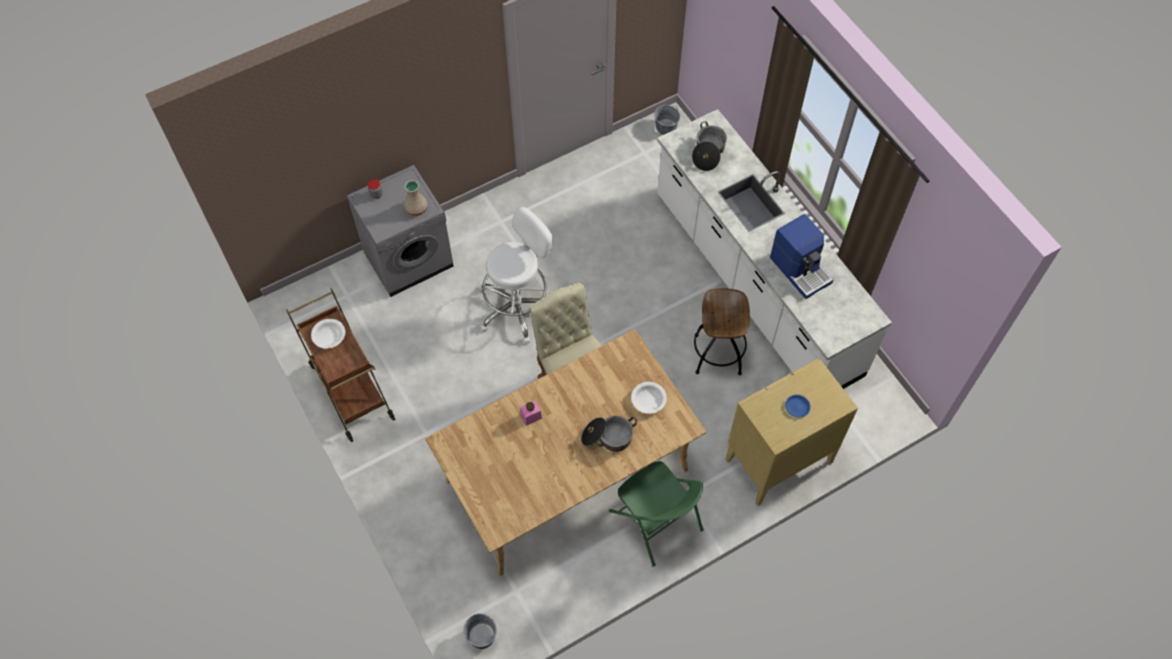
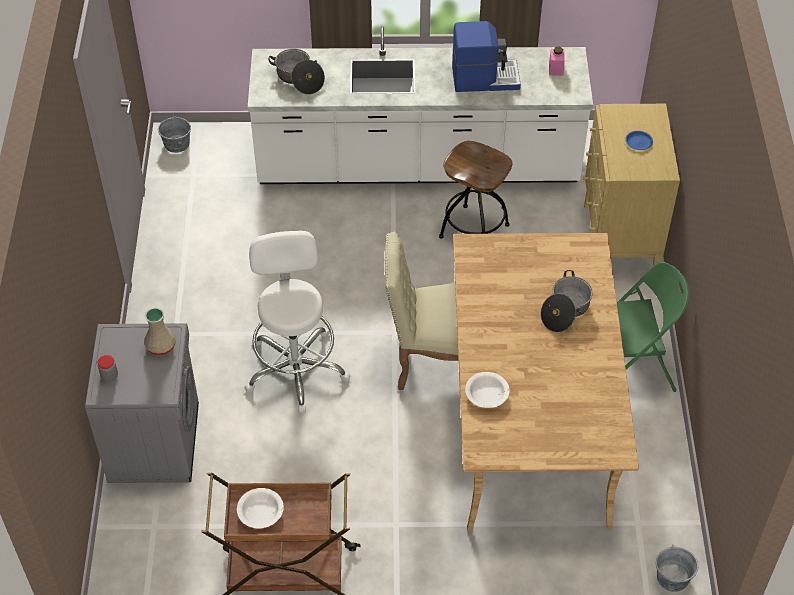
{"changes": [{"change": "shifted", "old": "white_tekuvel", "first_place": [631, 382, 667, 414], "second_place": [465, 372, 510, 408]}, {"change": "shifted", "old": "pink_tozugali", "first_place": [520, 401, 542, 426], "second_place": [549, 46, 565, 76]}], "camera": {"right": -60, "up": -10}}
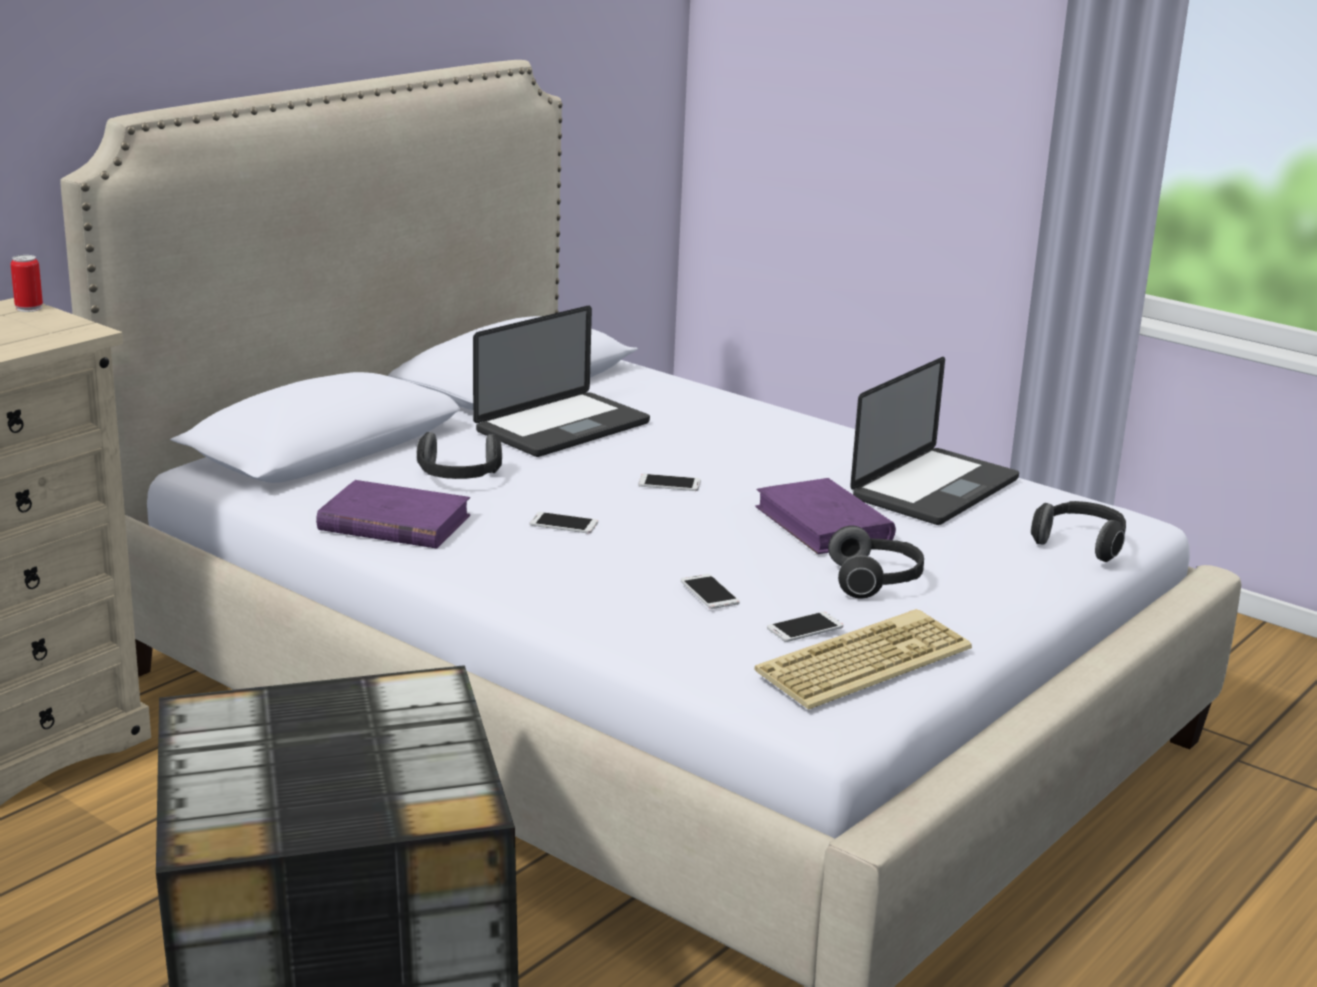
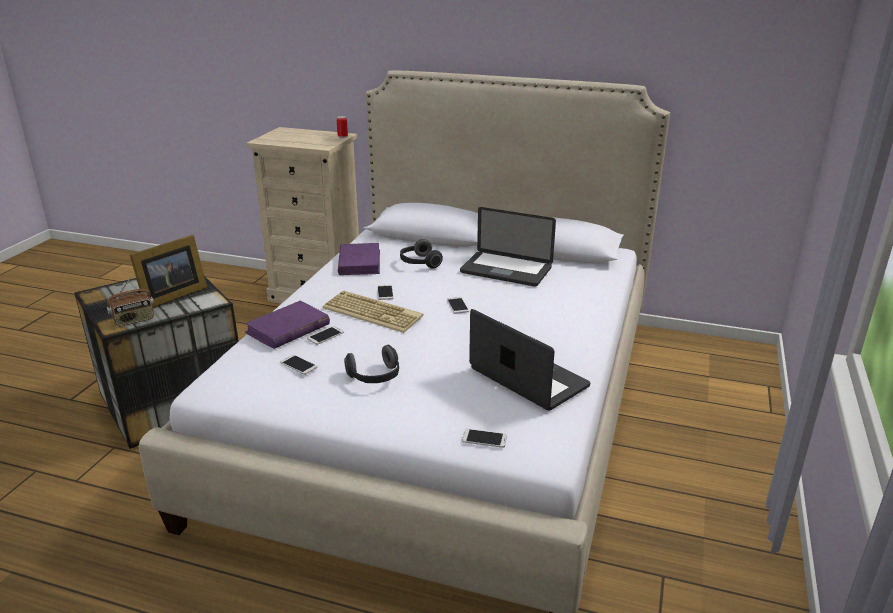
{"changes": [{"change": "new", "new": "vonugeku", "second_place": [107, 277, 154, 327]}, {"change": "new", "new": "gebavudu", "second_place": [129, 235, 207, 307]}, {"change": "shifted", "old": "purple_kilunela", "first_place": [755, 478, 896, 554], "second_place": [245, 301, 330, 349]}, {"change": "shifted", "old": "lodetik", "first_place": [754, 609, 972, 710], "second_place": [323, 291, 423, 333]}, {"change": "swapped", "old": "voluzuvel", "new": "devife", "first_place": [1031, 501, 1126, 562], "second_place": [462, 429, 507, 448]}, {"change": "rotated", "old": "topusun", "first_place": [850, 357, 1019, 525], "second_place": [469, 309, 590, 411], "degrees": -150}], "camera": {"right": 70, "up": 5}}
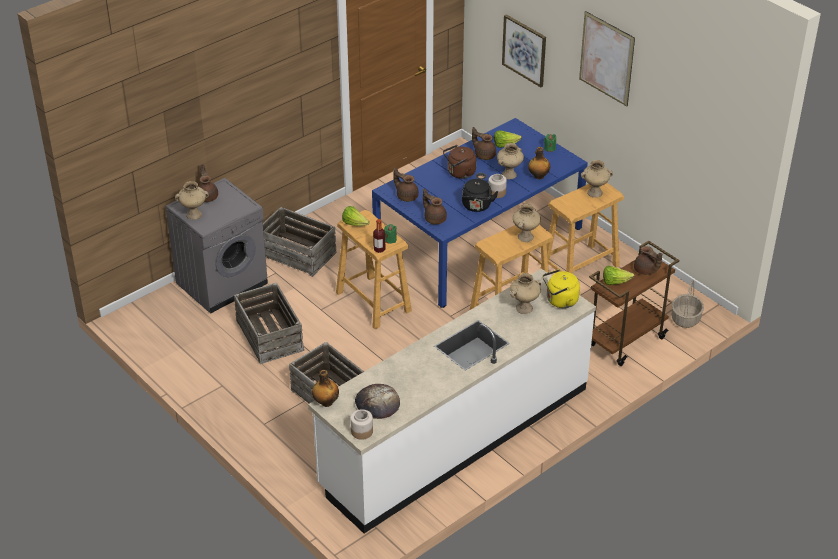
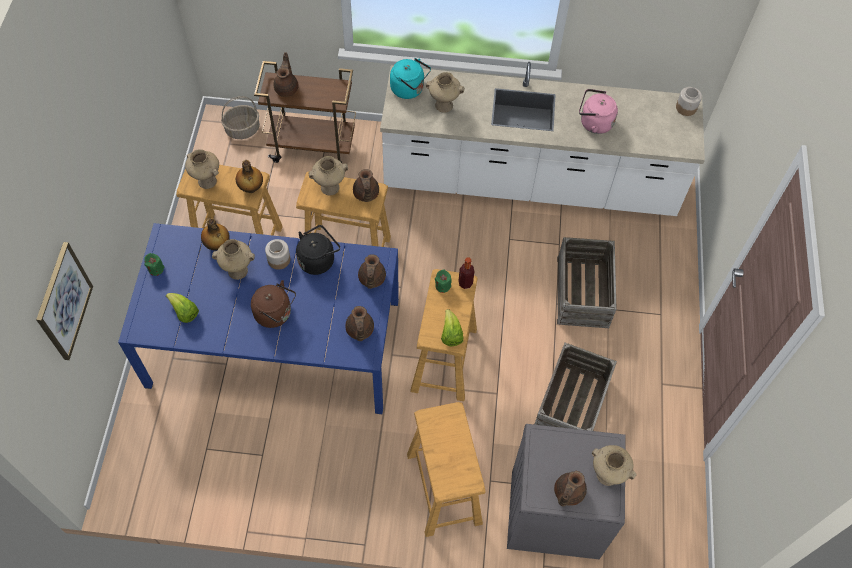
{"changes": [{"change": "shifted", "old": "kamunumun", "first_place": [312, 370, 339, 407], "second_place": [236, 160, 263, 193]}, {"change": "shifted", "old": "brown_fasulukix", "first_place": [472, 127, 496, 160], "second_place": [353, 169, 379, 202]}, {"change": "repainted", "old": "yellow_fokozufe", "new": "turquoise_fokozufe", "first_place": [543, 269, 580, 308], "second_place": [390, 58, 431, 99]}, {"change": "swapped", "old": "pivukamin", "new": "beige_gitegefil", "first_place": [263, 207, 337, 277], "second_place": [407, 402, 486, 537]}, {"change": "new", "new": "pink_fokozufe", "second_place": [579, 89, 618, 134]}, {"change": "gone", "old": "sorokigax", "first_place": [355, 384, 400, 419]}, {"change": "gone", "old": "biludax", "first_place": [579, 11, 635, 106]}, {"change": "gone", "old": "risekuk", "first_place": [603, 266, 634, 285]}], "camera": {"right": -135, "up": 20}}
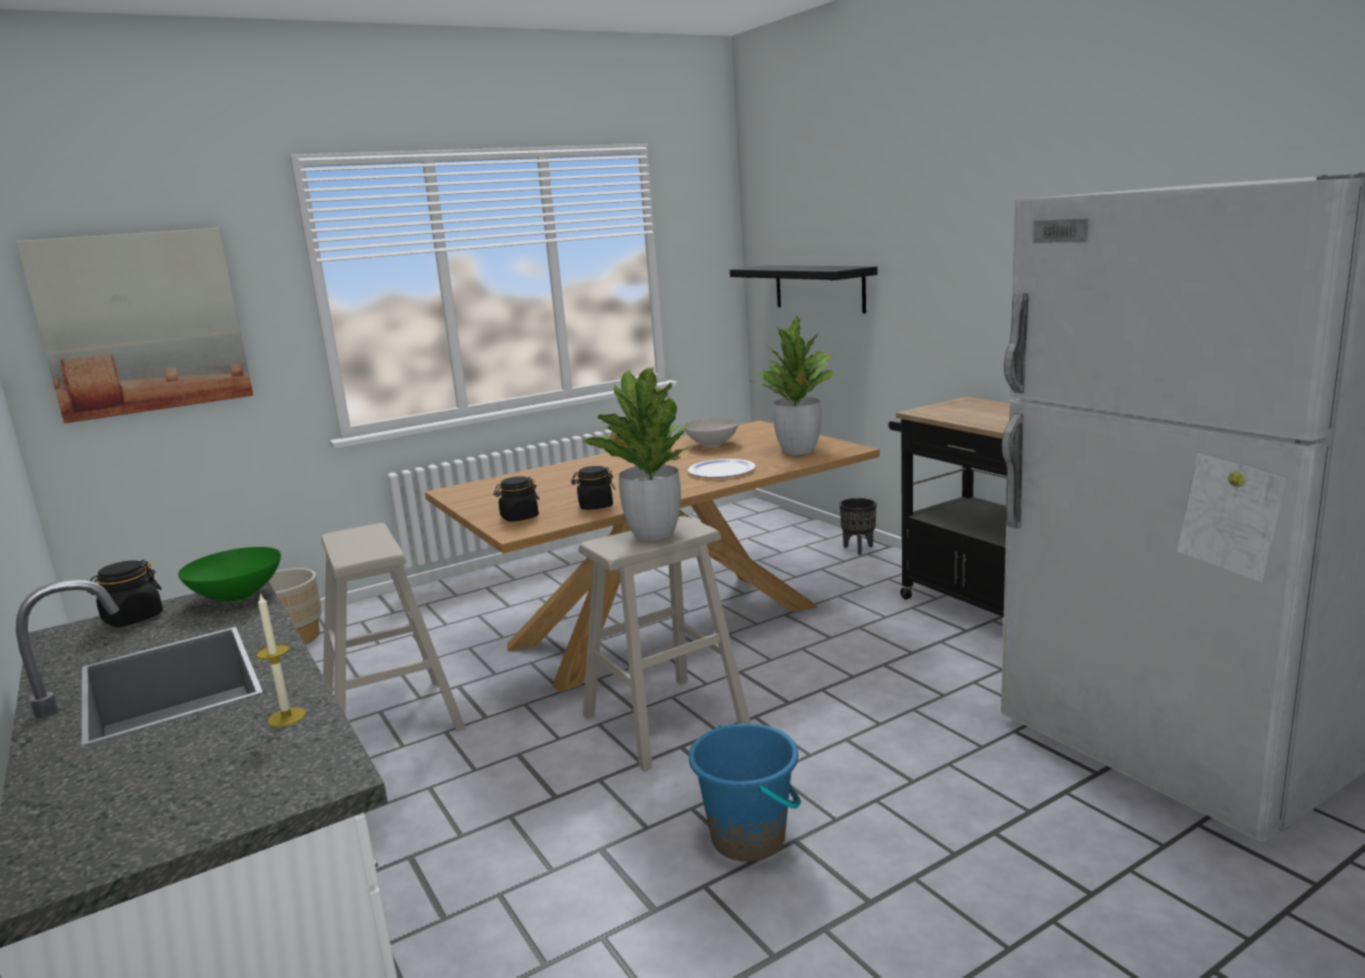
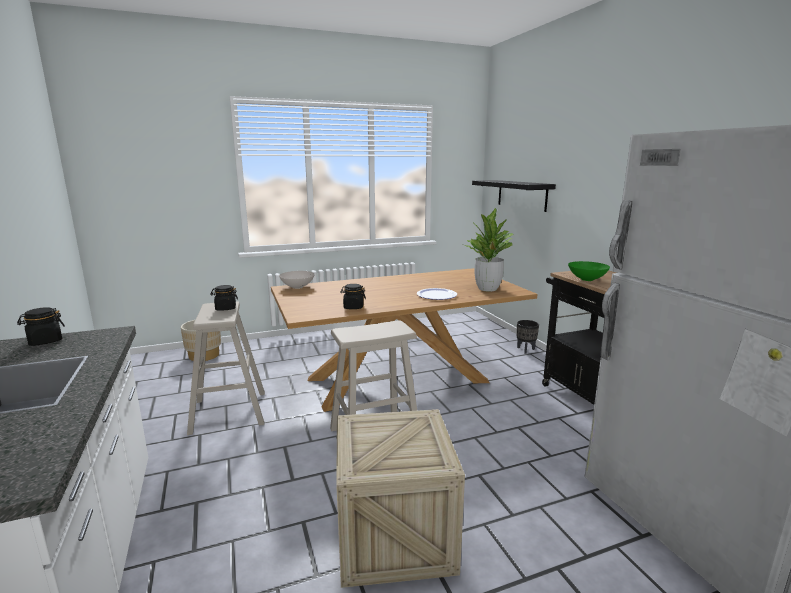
{"changes": [{"change": "shifted", "old": "black_tozugali", "first_place": [494, 476, 539, 522], "second_place": [210, 285, 238, 310]}, {"change": "shifted", "old": "white_tekuvel", "first_place": [684, 418, 739, 447], "second_place": [279, 271, 315, 289]}, {"change": "swapped", "old": "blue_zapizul", "new": "pivukamin", "first_place": [689, 723, 801, 862], "second_place": [336, 409, 465, 588]}, {"change": "shifted", "old": "green_tekuvel", "first_place": [178, 547, 281, 602], "second_place": [568, 261, 610, 281]}, {"change": "gone", "old": "biludax", "first_place": [16, 228, 253, 424]}, {"change": "gone", "old": "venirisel", "first_place": [256, 593, 306, 727]}, {"change": "gone", "old": "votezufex", "first_place": [582, 368, 695, 540]}], "camera": {"right": 10, "up": 0}}
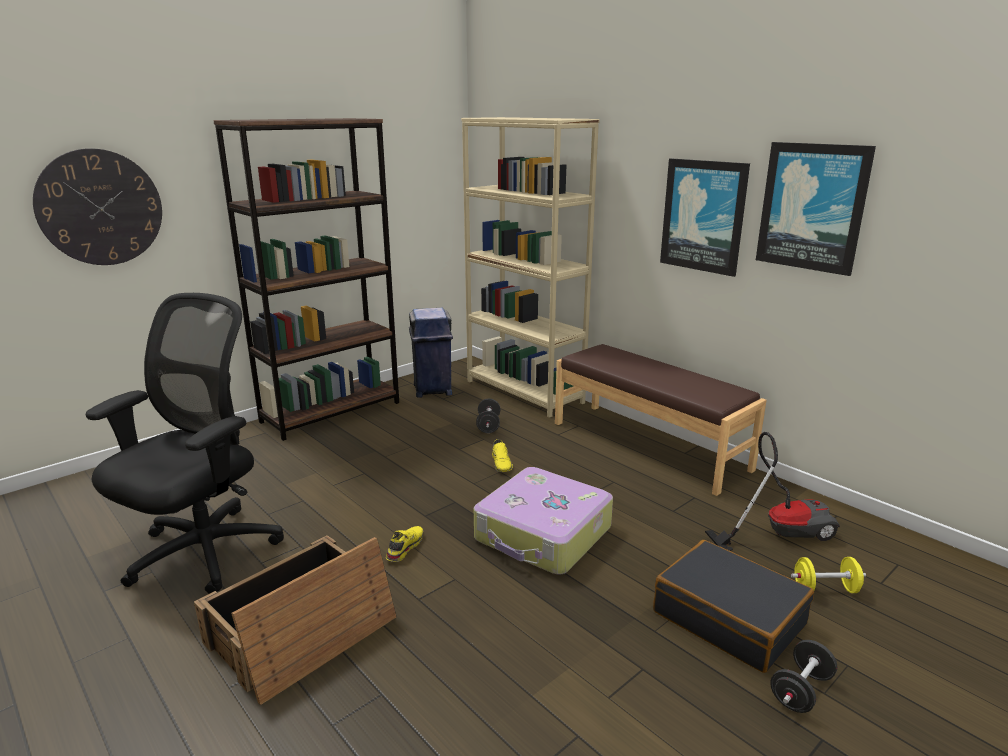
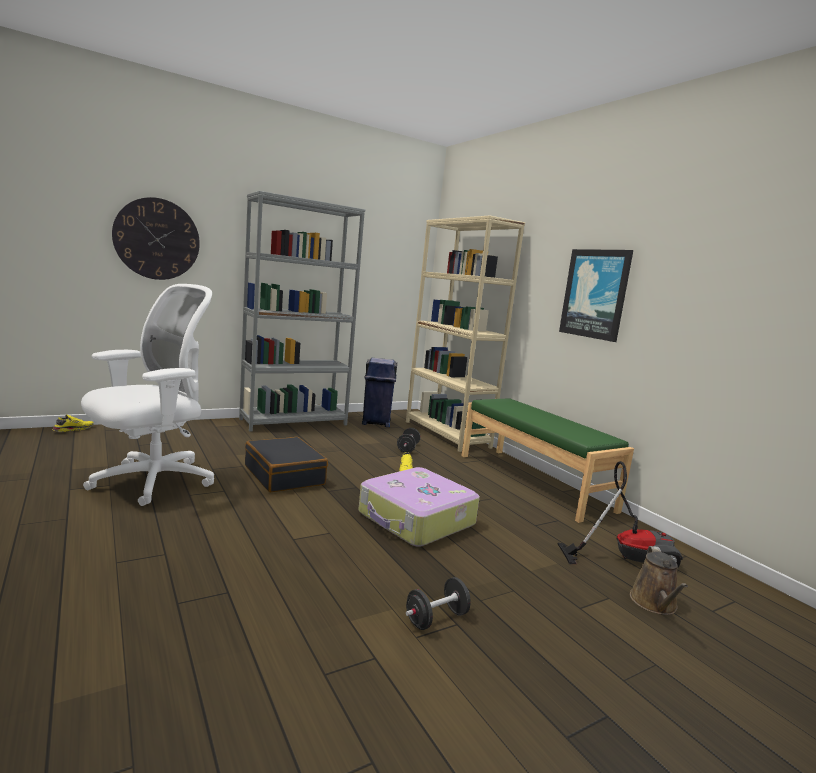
{"changes": [{"change": "shifted", "old": "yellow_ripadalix", "first_place": [386, 526, 423, 562], "second_place": [52, 415, 94, 432]}, {"change": "repainted", "old": "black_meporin", "new": "white_meporin", "first_place": [86, 293, 284, 594], "second_place": [81, 284, 214, 506]}, {"change": "repainted", "old": "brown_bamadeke", "new": "grey_bamadeke", "first_place": [213, 118, 399, 441], "second_place": [239, 191, 365, 432]}, {"change": "shifted", "old": "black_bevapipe", "first_place": [653, 540, 814, 673], "second_place": [245, 437, 328, 492]}, {"change": "shifted", "old": "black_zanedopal", "first_place": [770, 640, 838, 713], "second_place": [406, 577, 471, 630]}, {"change": "repainted", "old": "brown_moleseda", "new": "green_moleseda", "first_place": [555, 344, 767, 496], "second_place": [462, 399, 634, 523]}, {"change": "swapped", "old": "yellow_zanedopal", "new": "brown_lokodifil", "first_place": [791, 557, 866, 593], "second_place": [630, 546, 688, 615]}, {"change": "gone", "old": "pivukamin", "first_place": [194, 535, 397, 705]}, {"change": "gone", "old": "biludax", "first_place": [756, 142, 876, 276]}], "camera": {"right": 10, "up": -10}}
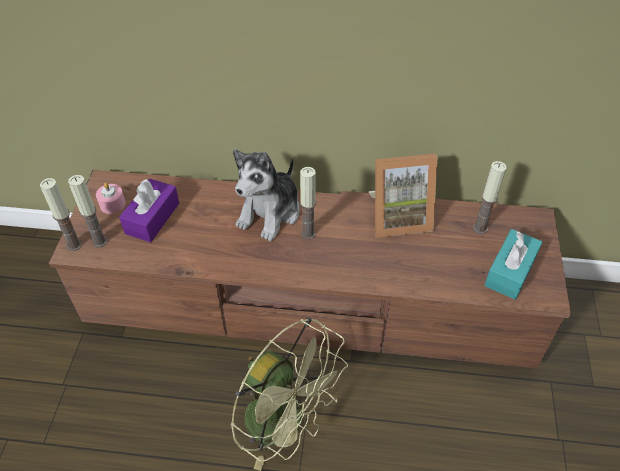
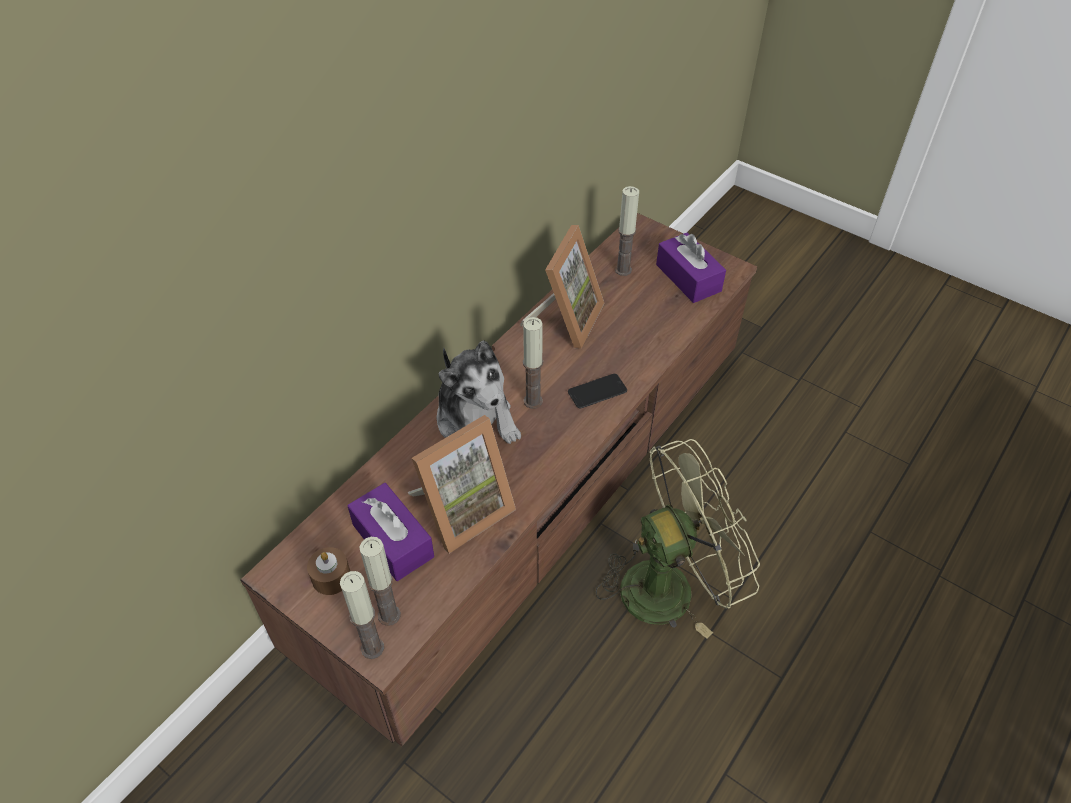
{"changes": [{"change": "repainted", "old": "pink_venirisel", "new": "brown_venirisel", "first_place": [96, 183, 126, 214], "second_place": [307, 547, 350, 595]}, {"change": "new", "new": "gebavudu", "second_place": [408, 415, 516, 553]}, {"change": "new", "new": "devife", "second_place": [568, 374, 627, 409]}, {"change": "repainted", "old": "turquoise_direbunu", "new": "purple_direbunu", "first_place": [484, 229, 542, 300], "second_place": [656, 232, 726, 303]}], "camera": {"right": -60, "up": 0}}
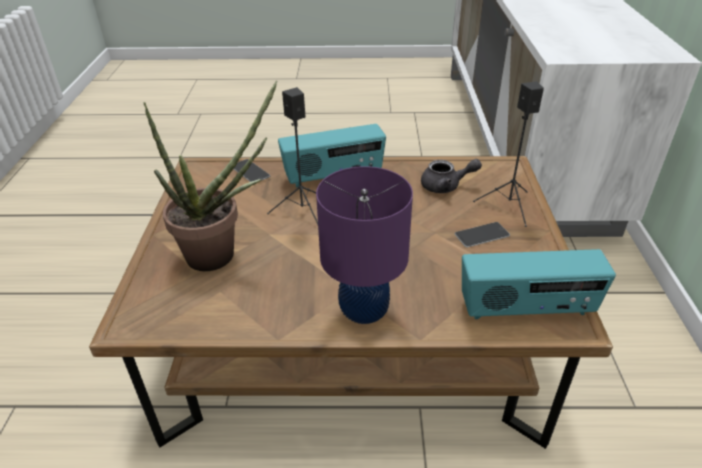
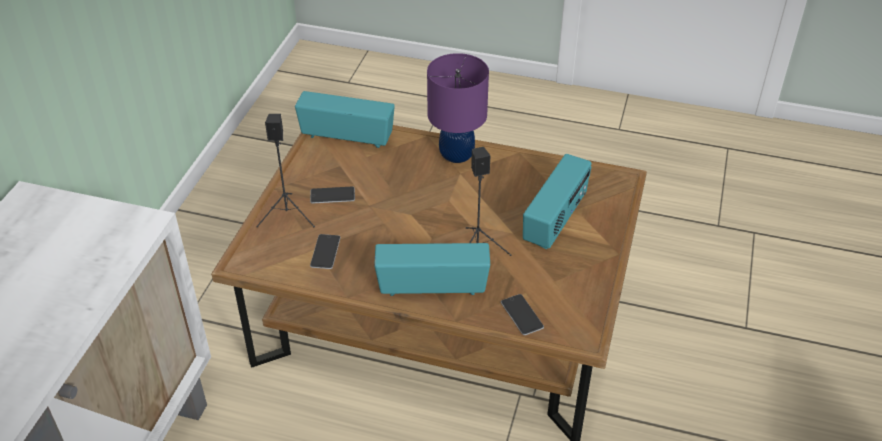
{"changes": [{"change": "swapped", "old": "grey_fasulukix", "new": "devife", "first_place": [421, 159, 482, 193], "second_place": [310, 234, 341, 269]}, {"change": "swapped", "old": "votezufex", "new": "vonugeku", "first_place": [143, 81, 278, 271], "second_place": [523, 154, 591, 249]}], "camera": {"right": -165, "up": 5}}
